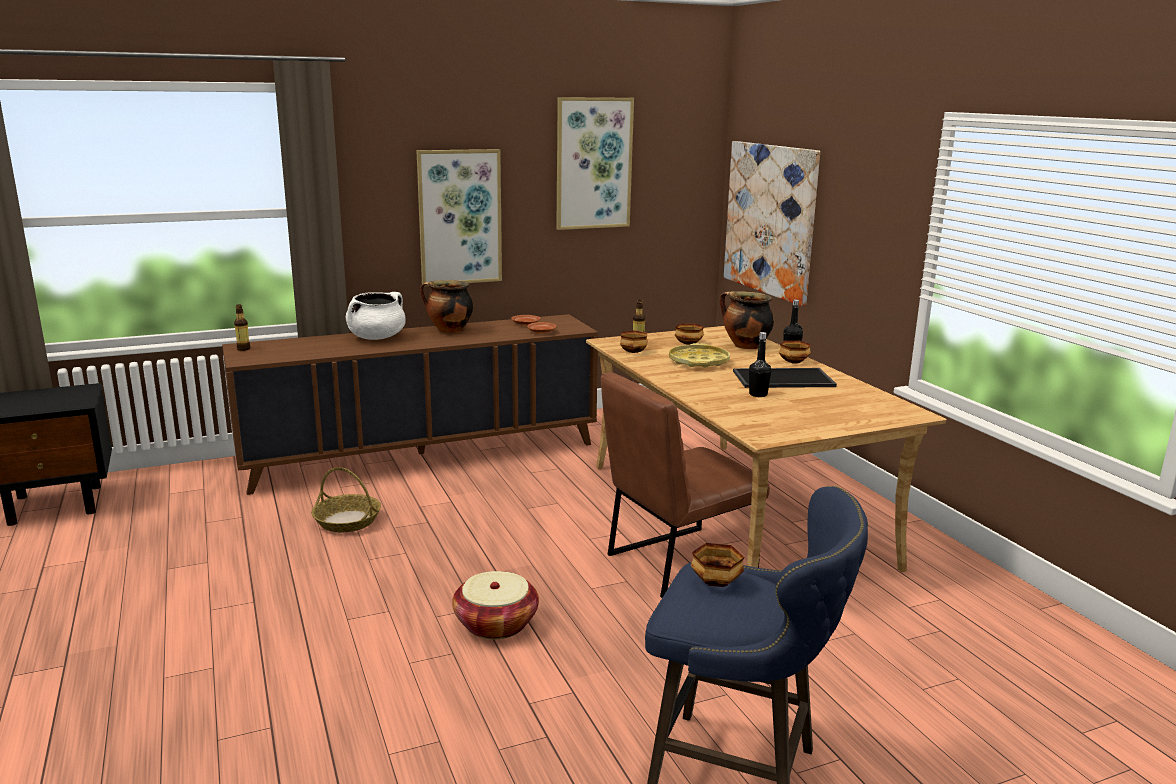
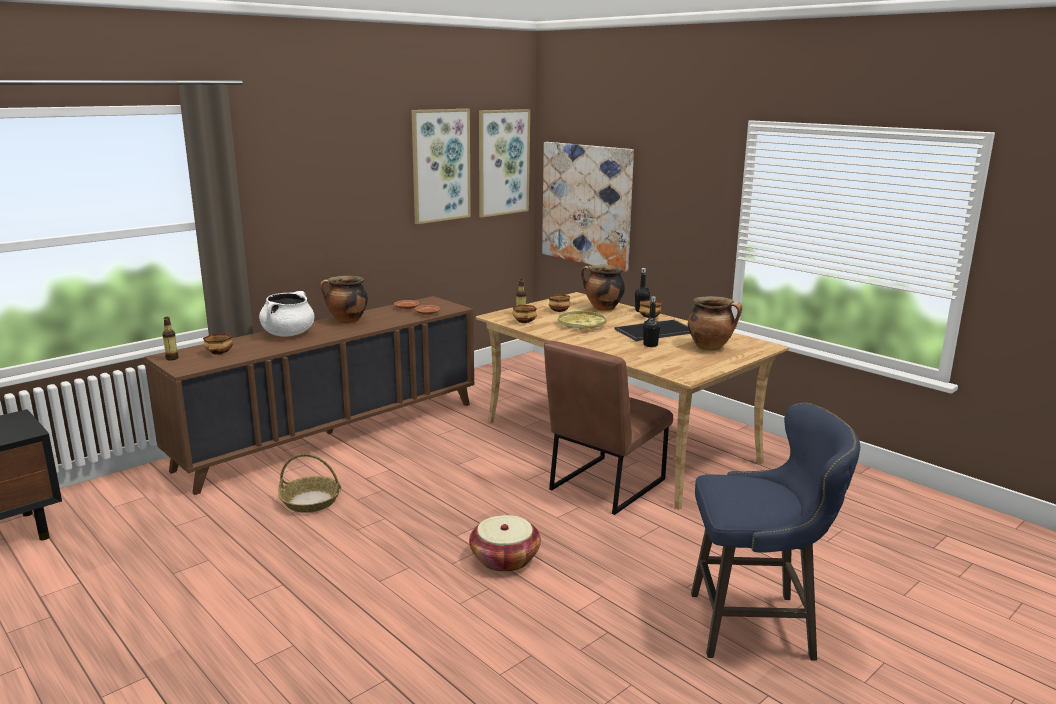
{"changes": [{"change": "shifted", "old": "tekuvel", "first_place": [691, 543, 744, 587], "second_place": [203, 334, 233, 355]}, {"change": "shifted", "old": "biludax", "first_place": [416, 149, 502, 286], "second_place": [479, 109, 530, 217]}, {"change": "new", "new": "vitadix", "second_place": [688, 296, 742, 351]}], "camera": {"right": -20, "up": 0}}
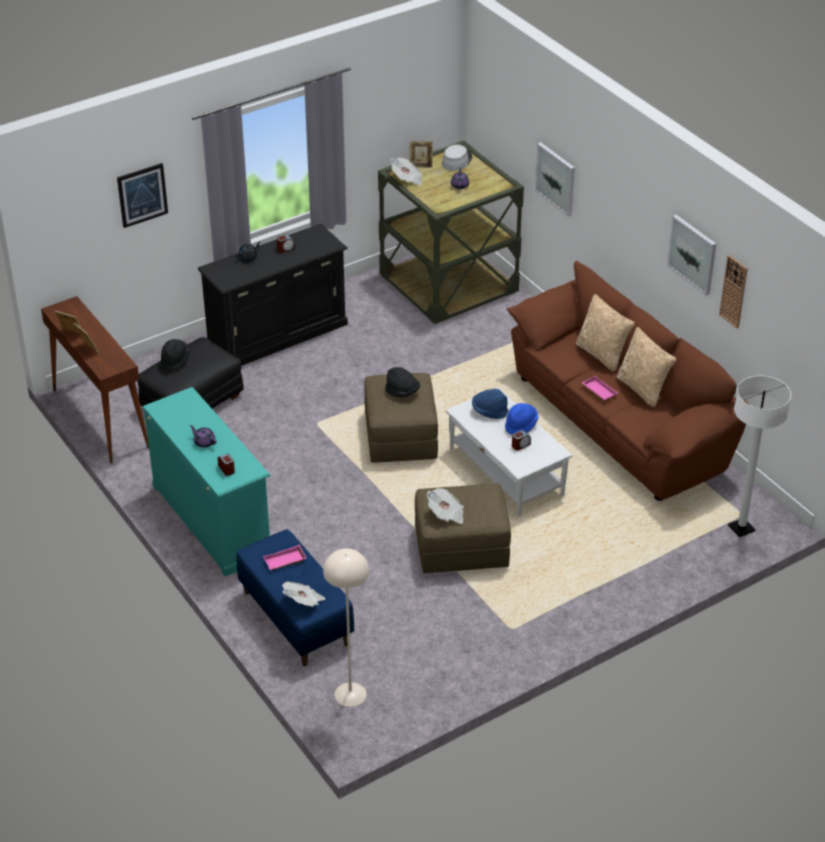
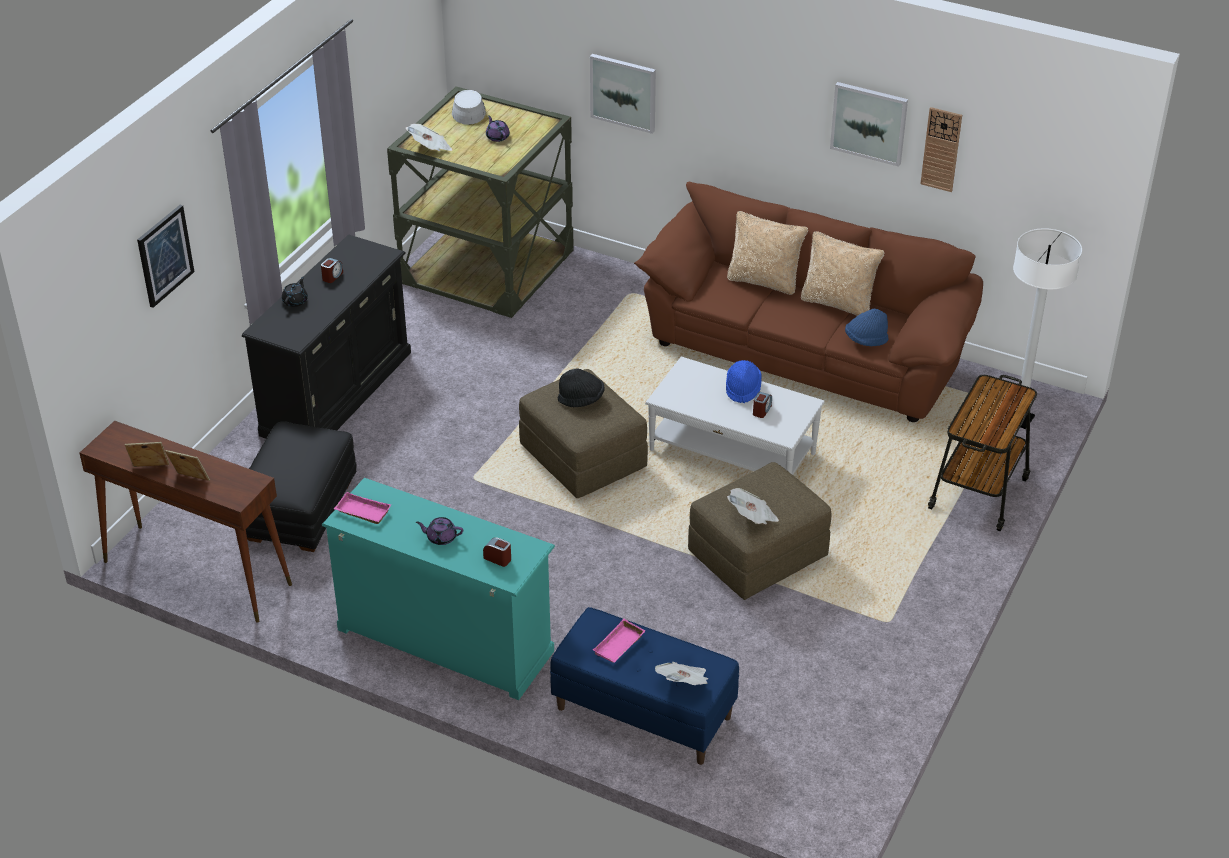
{"changes": [{"change": "shifted", "old": "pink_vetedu", "first_place": [582, 376, 618, 402], "second_place": [334, 492, 391, 524]}, {"change": "shifted", "old": "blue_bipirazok", "first_place": [472, 389, 508, 419], "second_place": [845, 309, 888, 346]}, {"change": "new", "new": "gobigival", "second_place": [928, 375, 1037, 531]}, {"change": "gone", "old": "black_bipirazok", "first_place": [161, 339, 190, 372]}, {"change": "gone", "old": "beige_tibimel", "first_place": [323, 548, 370, 707]}, {"change": "gone", "old": "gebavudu", "first_place": [410, 141, 433, 168]}], "camera": {"right": -30, "up": 0}}
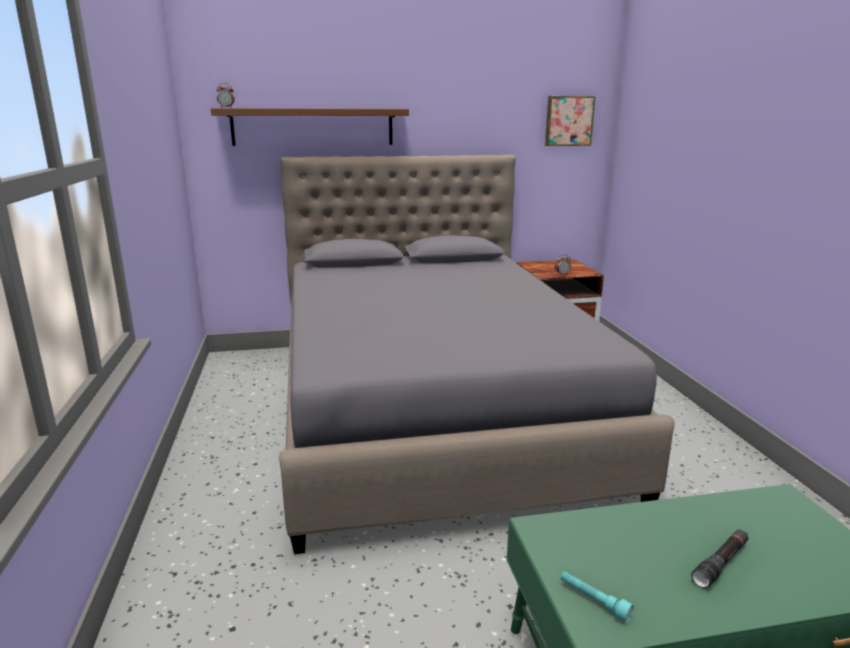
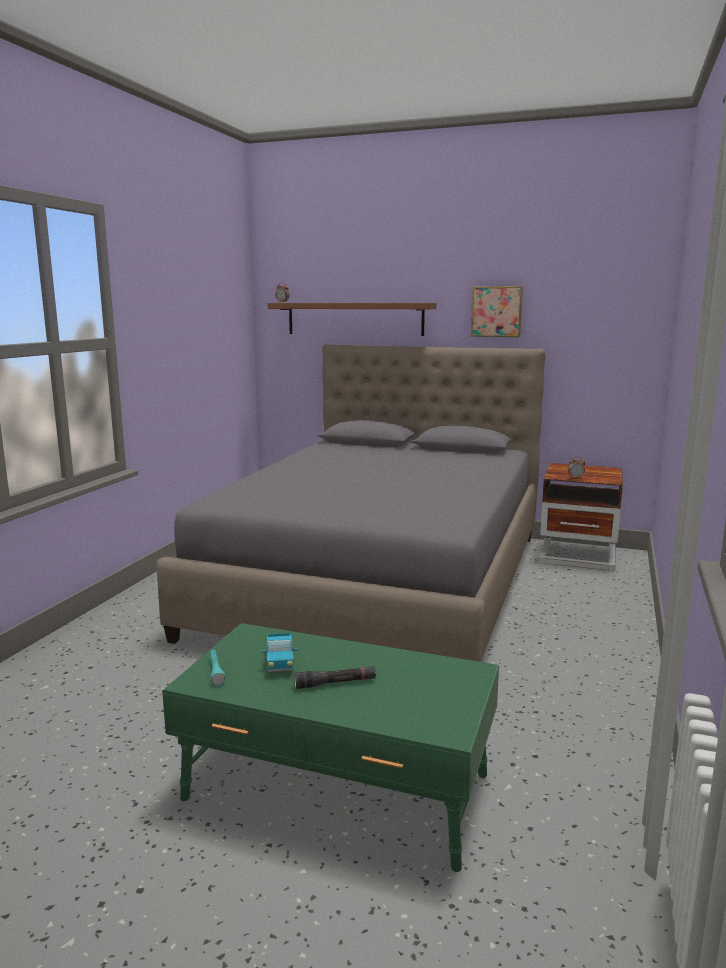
{"changes": [{"change": "new", "new": "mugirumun", "second_place": [261, 633, 298, 672]}, {"change": "shifted", "old": "biludax", "first_place": [545, 96, 596, 146], "second_place": [471, 286, 523, 337]}], "camera": {"right": 30, "up": -5}}
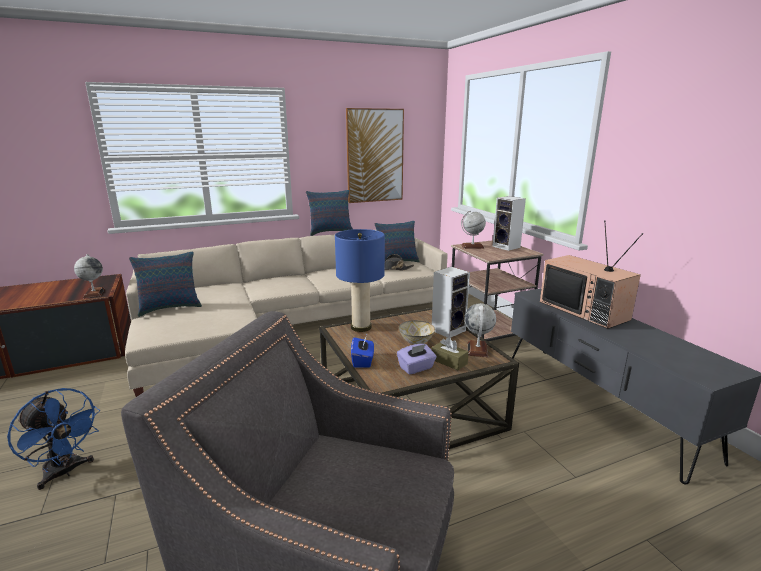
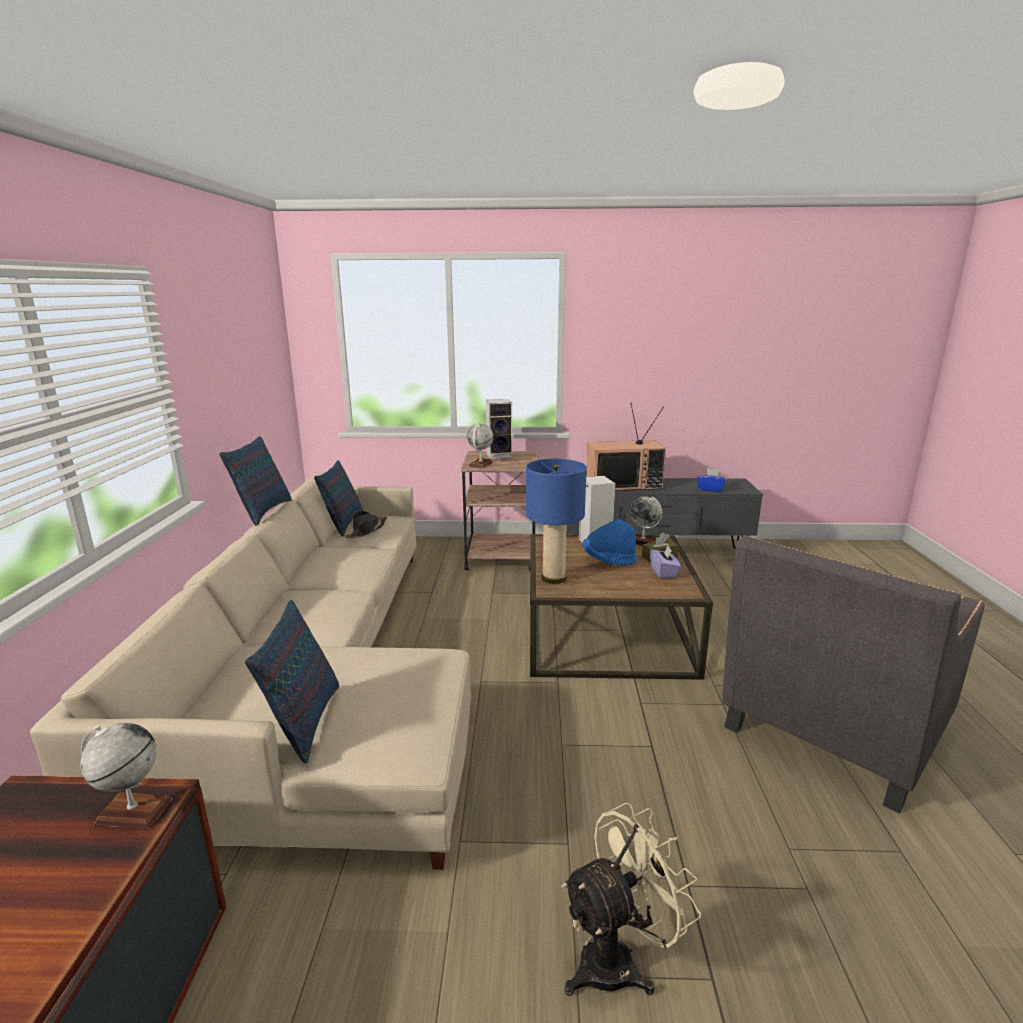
{"changes": [{"change": "repainted", "old": "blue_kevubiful", "new": "beige_kevubiful", "first_place": [7, 388, 100, 490], "second_place": [561, 803, 701, 996]}, {"change": "swapped", "old": "tekuvel", "new": "blue_bipirazok", "first_place": [399, 320, 435, 344], "second_place": [583, 519, 637, 566]}, {"change": "shifted", "old": "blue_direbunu", "first_place": [351, 337, 374, 367], "second_place": [697, 468, 727, 492]}, {"change": "gone", "old": "biludax", "first_place": [346, 108, 404, 203]}], "camera": {"right": -65, "up": 0}}
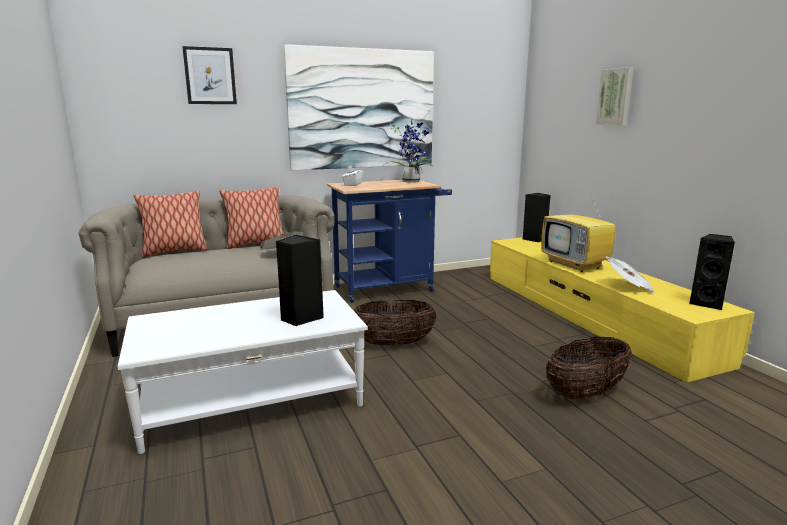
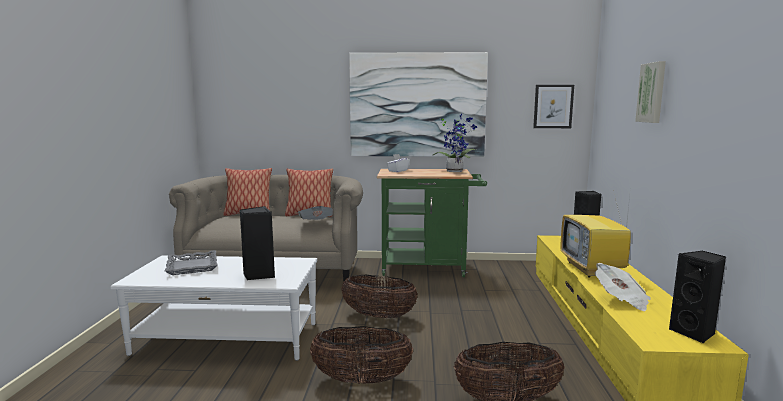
{"changes": [{"change": "new", "new": "grey_vetedu", "second_place": [165, 250, 218, 275]}, {"change": "new", "new": "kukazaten", "second_place": [310, 326, 413, 384]}, {"change": "repainted", "old": "blue_gobigival", "new": "green_gobigival", "first_place": [327, 180, 452, 303], "second_place": [377, 169, 487, 277]}, {"change": "shifted", "old": "biludax", "first_place": [182, 46, 237, 104], "second_place": [533, 85, 574, 128]}], "camera": {"right": 25, "up": -5}}
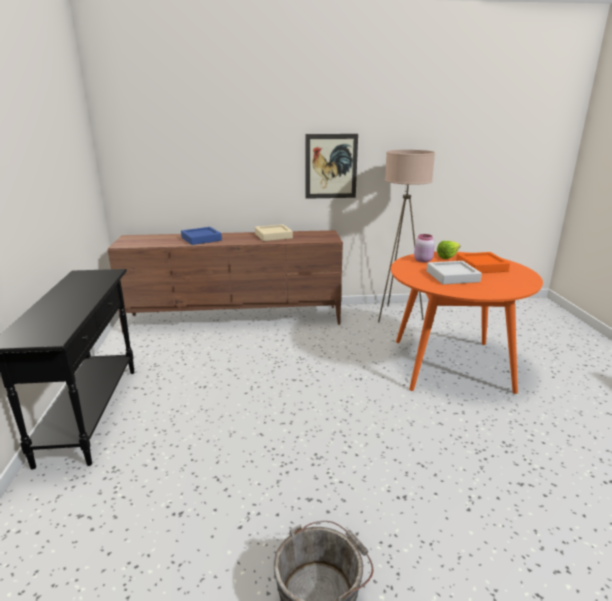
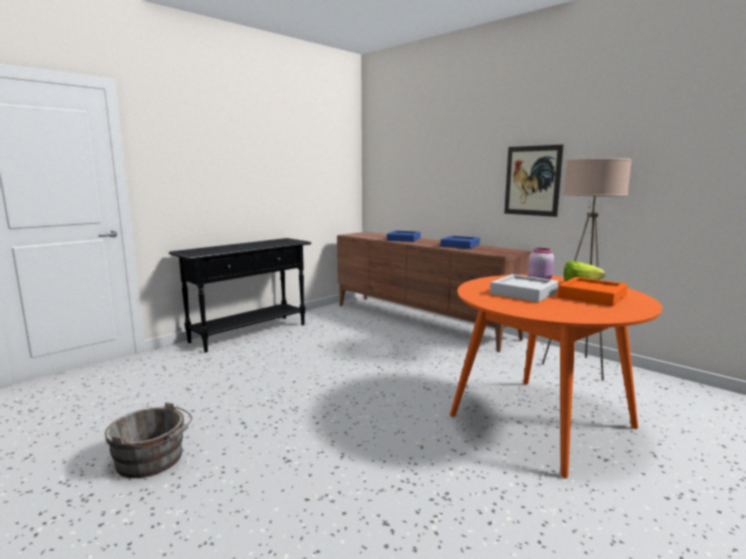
{"changes": [{"change": "repainted", "old": "beige_vetedu", "new": "blue_vetedu", "first_place": [255, 224, 293, 241], "second_place": [441, 236, 480, 249]}], "camera": {"right": 50, "up": -10}}
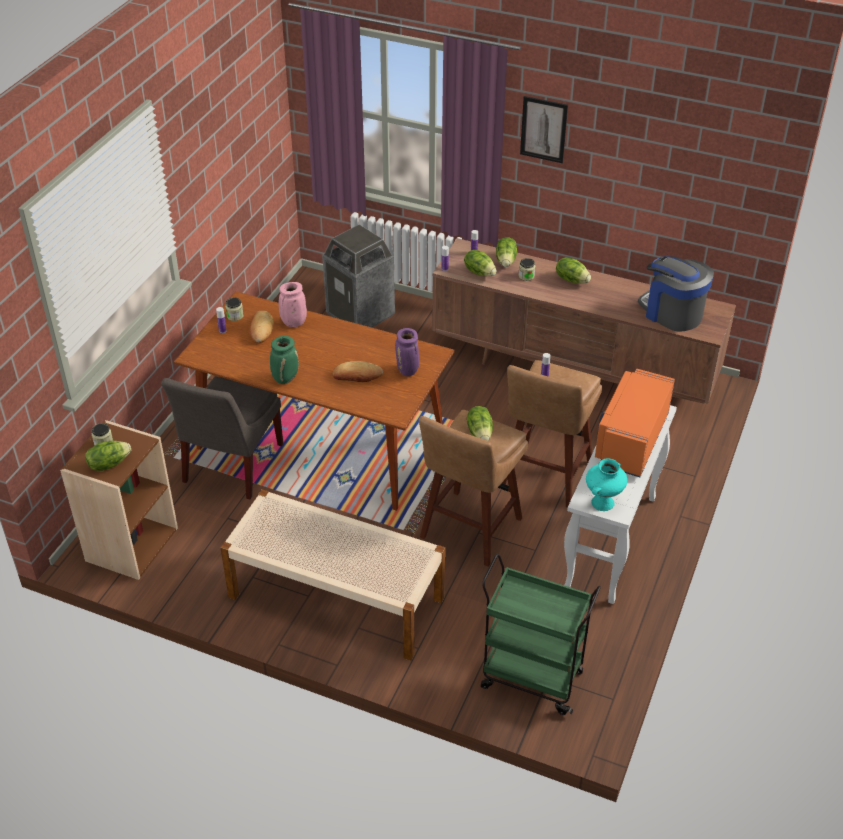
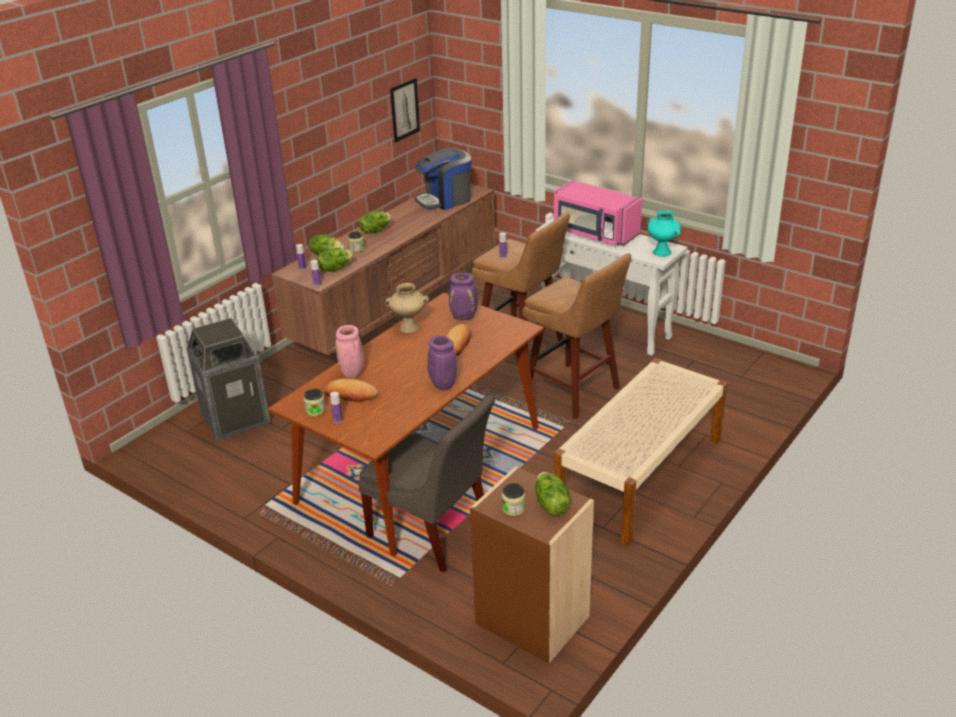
{"changes": [{"change": "new", "new": "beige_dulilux", "second_place": [385, 283, 429, 333]}, {"change": "shifted", "old": "biludax", "first_place": [520, 96, 568, 163], "second_place": [390, 78, 420, 142]}, {"change": "repainted", "old": "green_dulilux", "new": "purple_dulilux", "first_place": [270, 336, 299, 384], "second_place": [427, 336, 457, 390]}, {"change": "repainted", "old": "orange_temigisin", "new": "pink_temigisin", "first_place": [595, 369, 675, 477], "second_place": [554, 180, 642, 245]}, {"change": "gone", "old": "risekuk", "first_place": [467, 406, 493, 441]}, {"change": "gone", "old": "green_gobigival", "first_place": [481, 554, 601, 715]}], "camera": {"right": -75, "up": -10}}
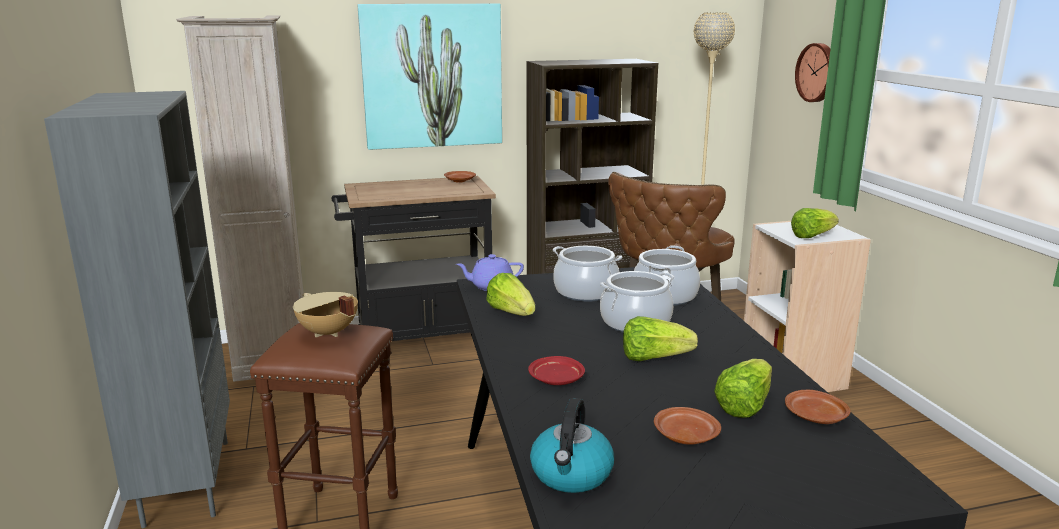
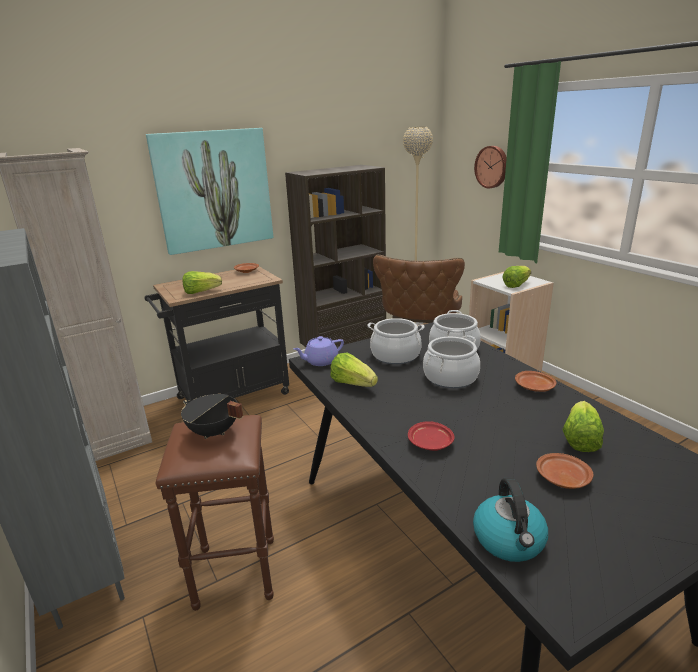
{"changes": [{"change": "repainted", "old": "beige_vitadix", "new": "black_vitadix", "first_place": [293, 292, 358, 337], "second_place": [181, 394, 244, 439]}, {"change": "shifted", "old": "risekuk", "first_place": [623, 316, 698, 361], "second_place": [182, 271, 222, 294]}, {"change": "shifted", "old": "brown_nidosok", "first_place": [785, 390, 851, 424], "second_place": [515, 371, 557, 392]}], "camera": {"right": -15, "up": 5}}
